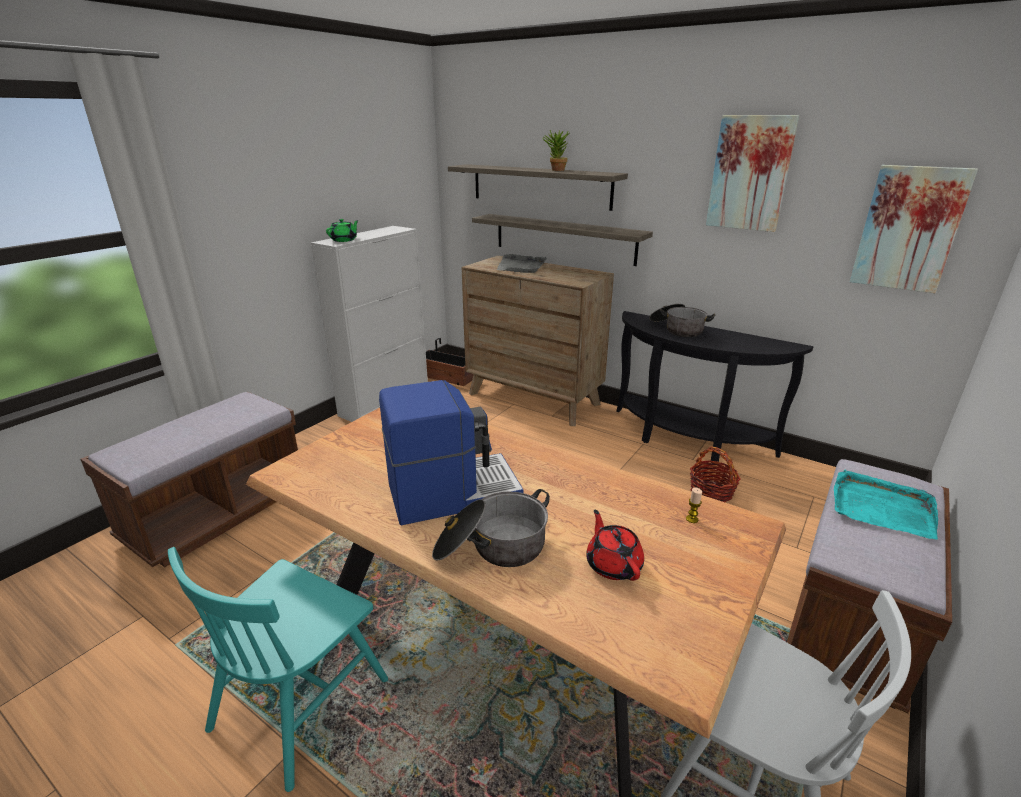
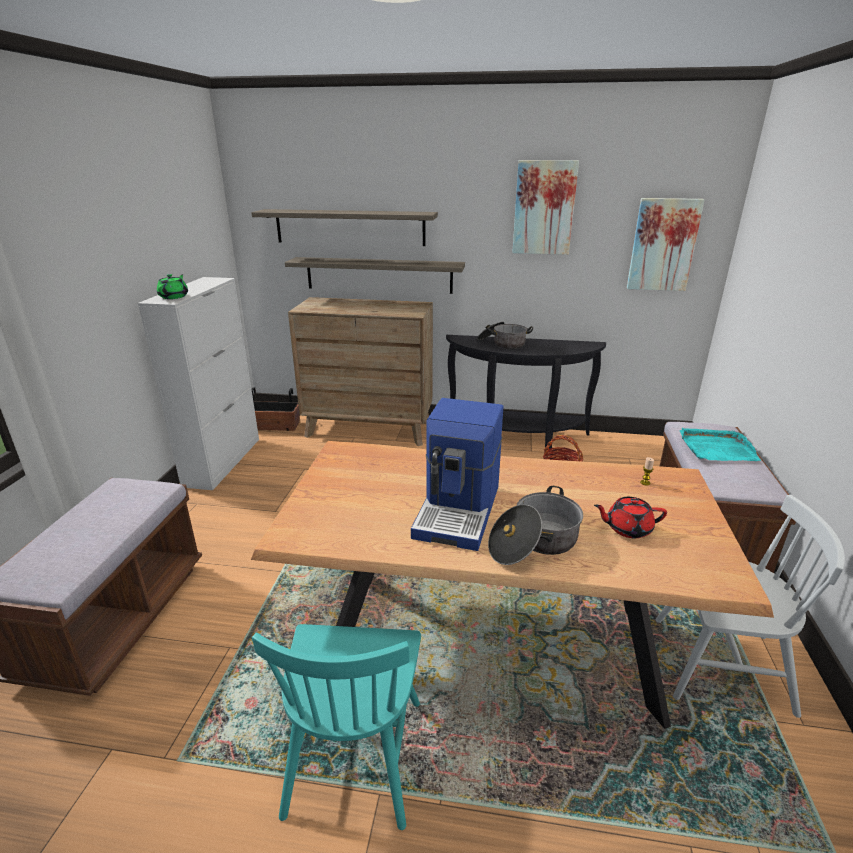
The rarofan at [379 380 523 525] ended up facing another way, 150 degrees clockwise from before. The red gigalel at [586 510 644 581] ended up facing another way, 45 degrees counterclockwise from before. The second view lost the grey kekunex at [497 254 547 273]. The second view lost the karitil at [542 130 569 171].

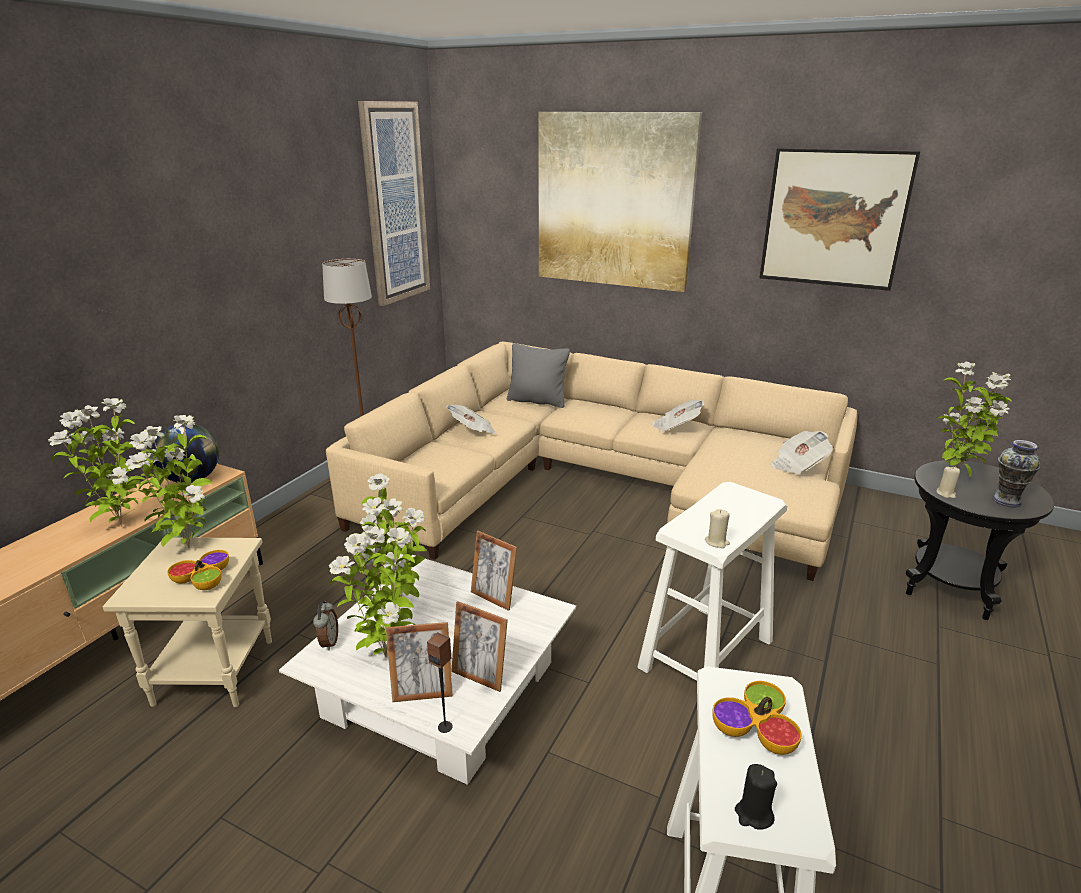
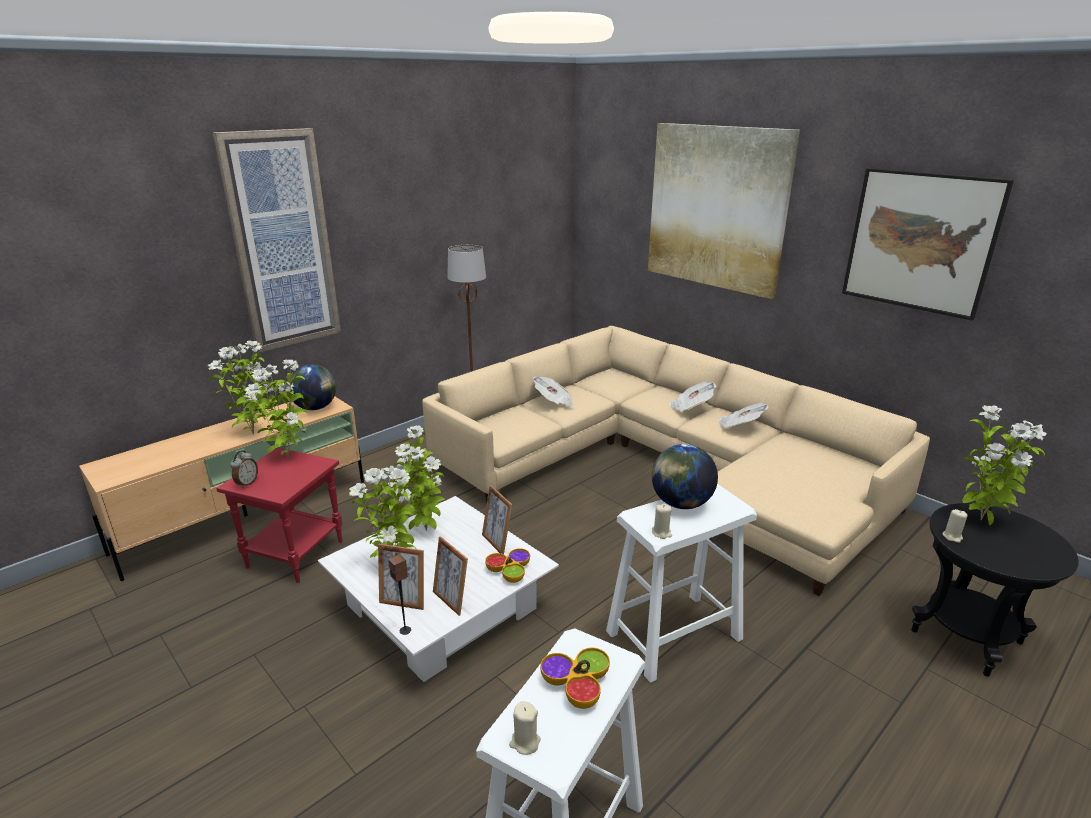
The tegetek ended up elsewhere, having gone from [358 101 430 306] to [213 128 341 353]. What was the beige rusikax at [103 537 272 708] turned into the red rusikax at [216 448 343 583]. The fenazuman ended up elsewhere, having gone from [313 601 338 651] to [230 450 258 488]. The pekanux ended up elsewhere, having gone from [167 550 229 590] to [485 548 530 583]. What was the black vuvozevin at [735 764 777 830] turned into the beige vuvozevin at [509 701 541 755]. The second view gained the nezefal at [652 444 718 509]. The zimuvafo ended up elsewhere, having gone from [770 431 833 474] to [668 382 717 412]. The second view lost the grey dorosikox at [507 343 570 408]. The second view lost the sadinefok at [992 440 1040 508].

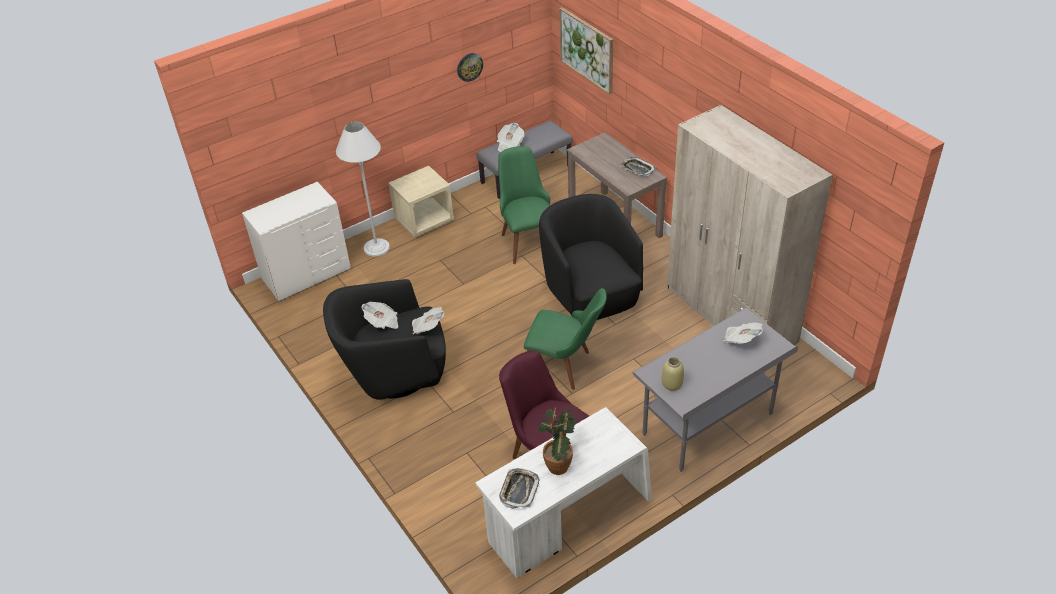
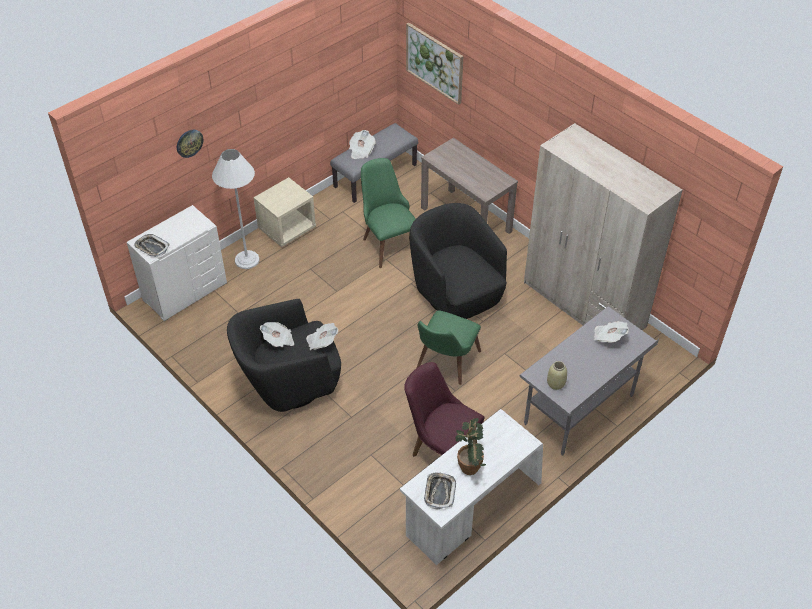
The kekunex ended up elsewhere, having gone from [620 157 655 177] to [134 234 170 257]. The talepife ended up elsewhere, having gone from [457 53 483 82] to [177 130 203 158]. The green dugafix at [524 288 607 390] ended up facing another way, 105 degrees clockwise from before.

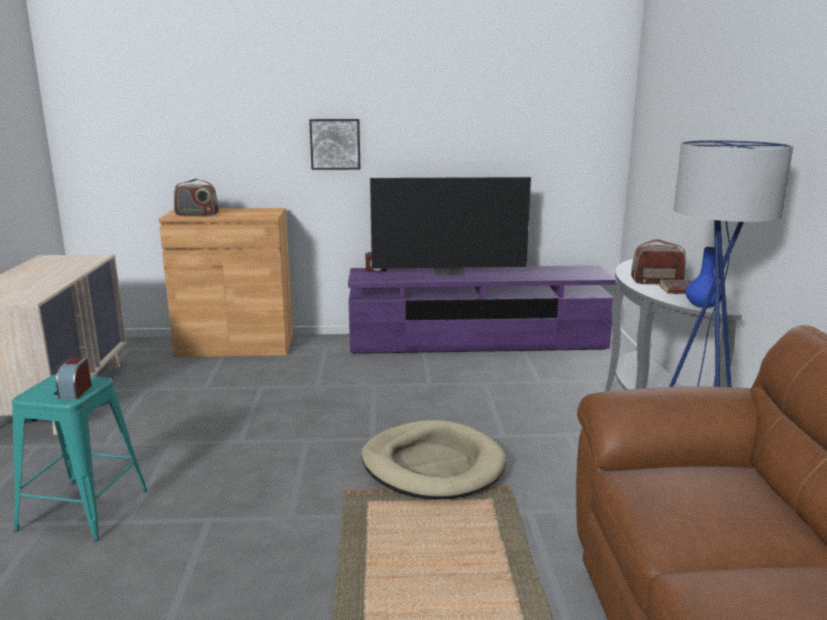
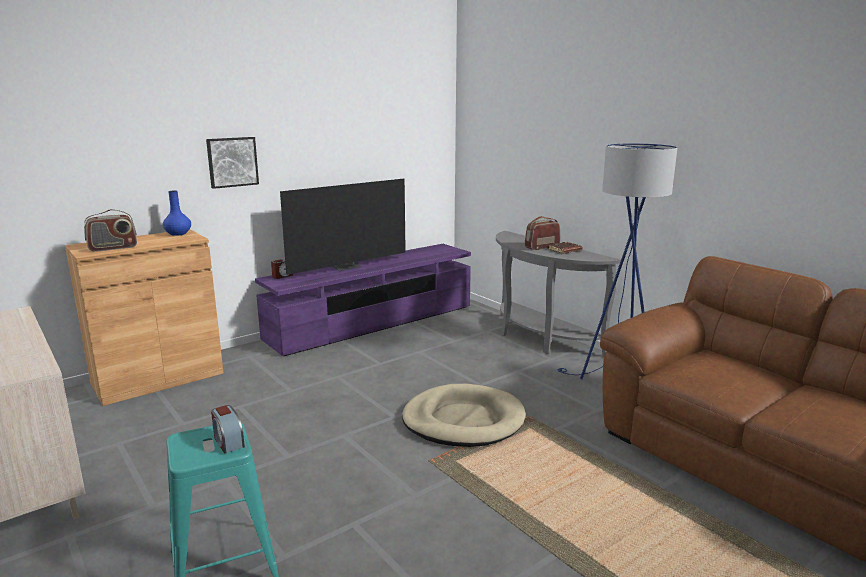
The blue sadinefok ended up elsewhere, having gone from [685 247 721 308] to [163 190 191 236].

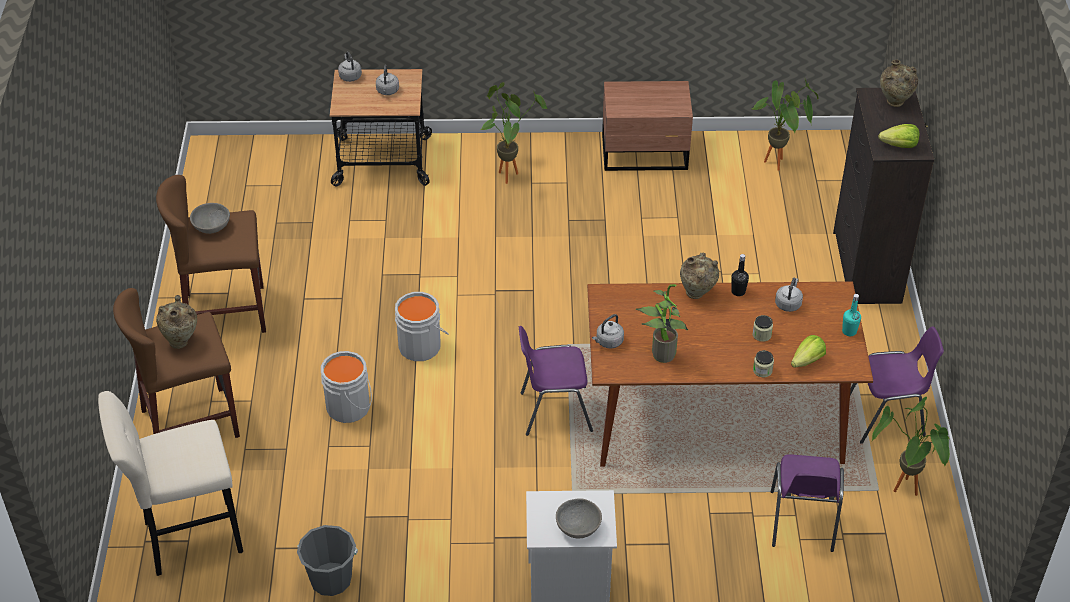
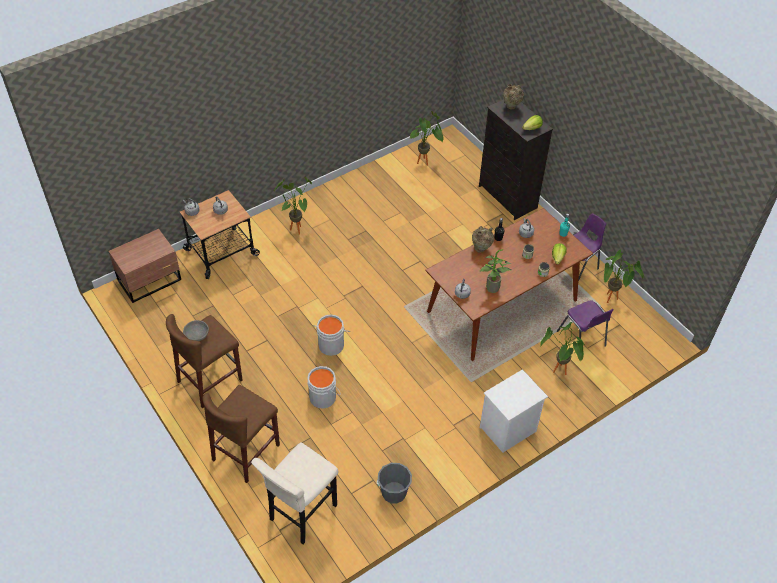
The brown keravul ended up elsewhere, having gone from [602 81 693 171] to [108 229 181 303]. The second view gained the karitil at [540 322 584 375]. The second view lost the beige sadinefok at [156 295 197 349]. The second view lost the purple dugafix at [519 326 593 436]. The second view lost the grey pekanux at [556 498 602 539].

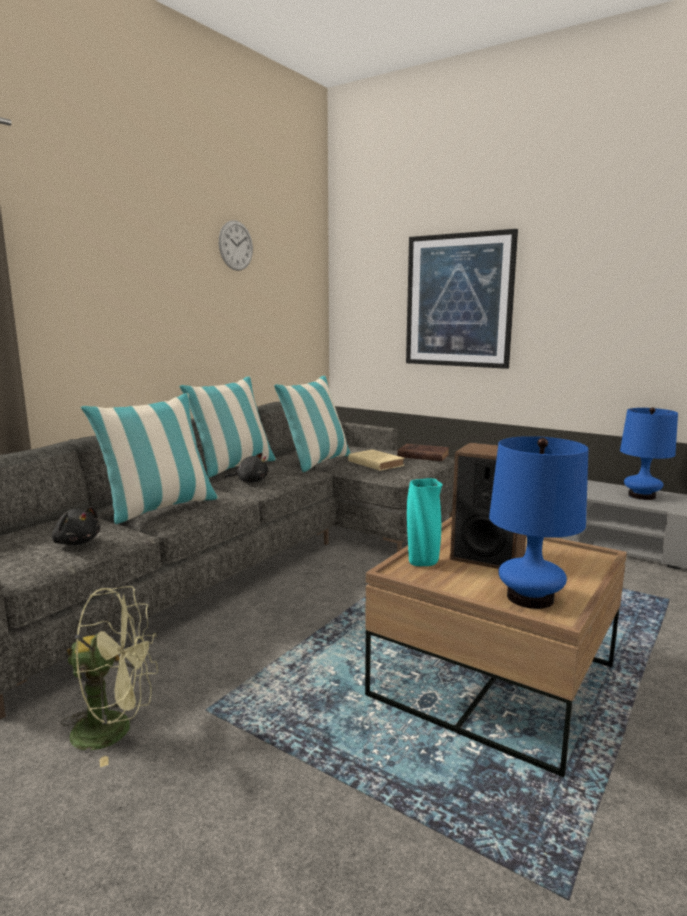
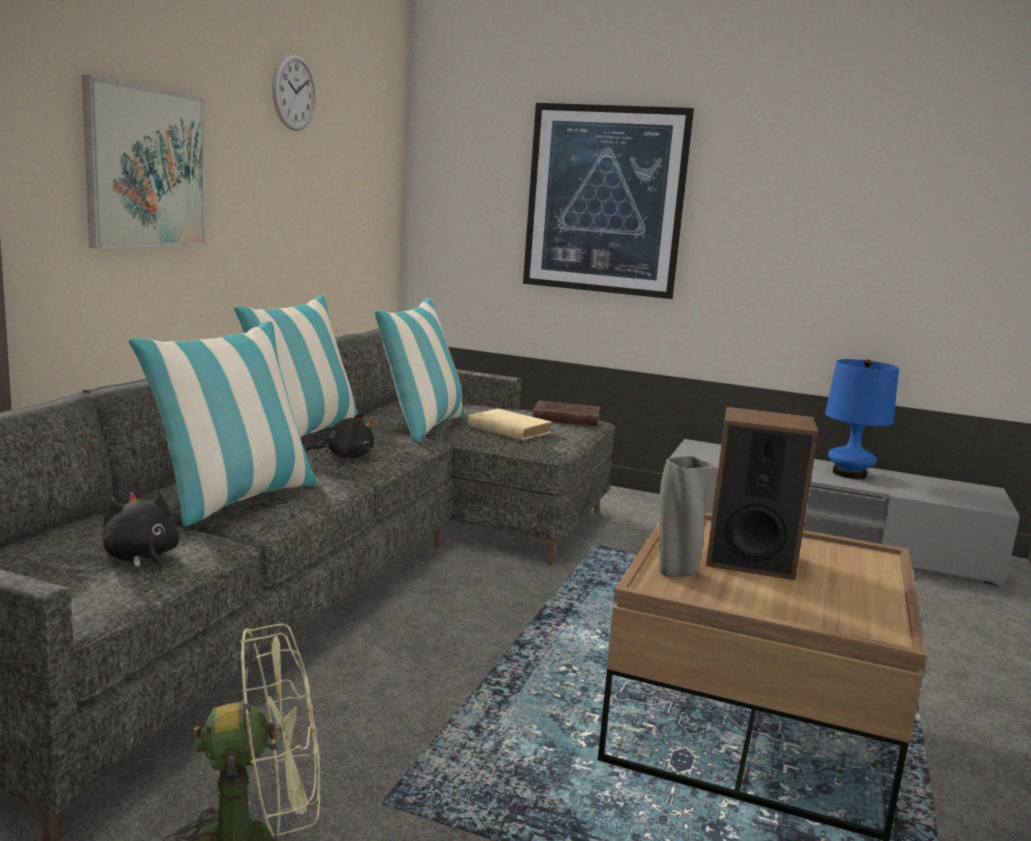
The second view gained the tegetek at [82 75 206 248]. The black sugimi at [52 506 100 545] ended up facing another way, 150 degrees counterclockwise from before. What was the turquoise sadinefok at [407 478 443 566] turned into the grey sadinefok at [659 456 713 577]. The second view lost the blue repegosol at [489 436 588 609].

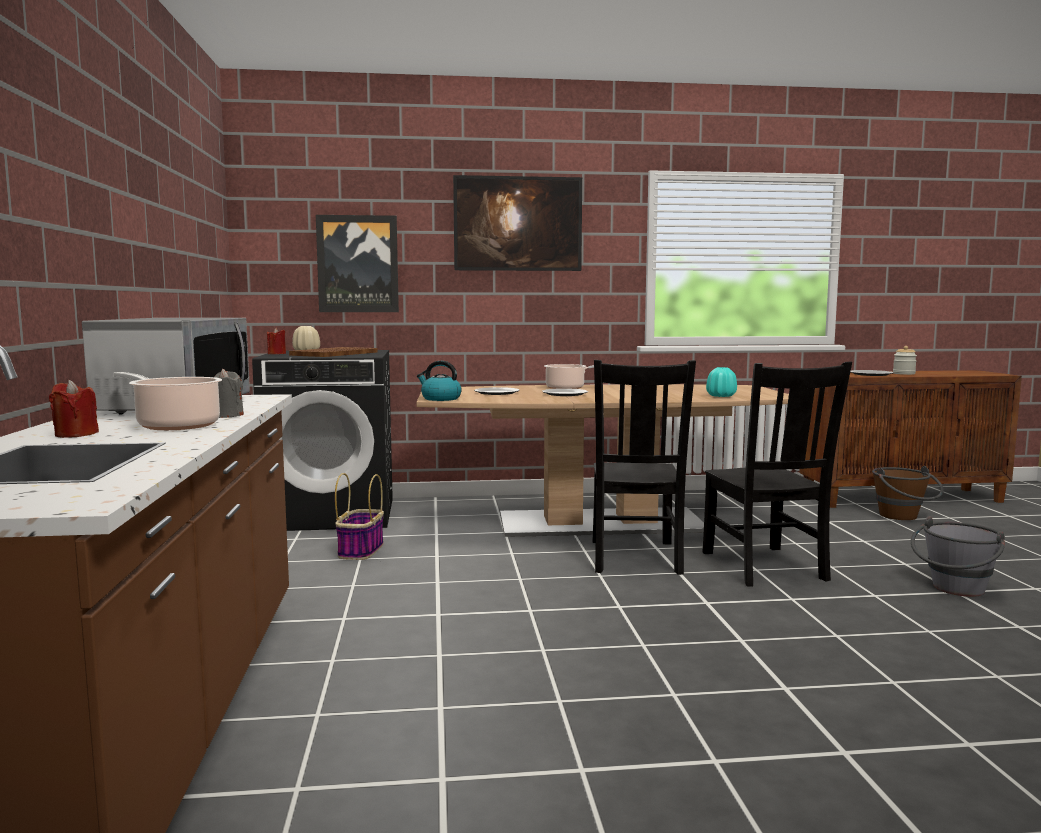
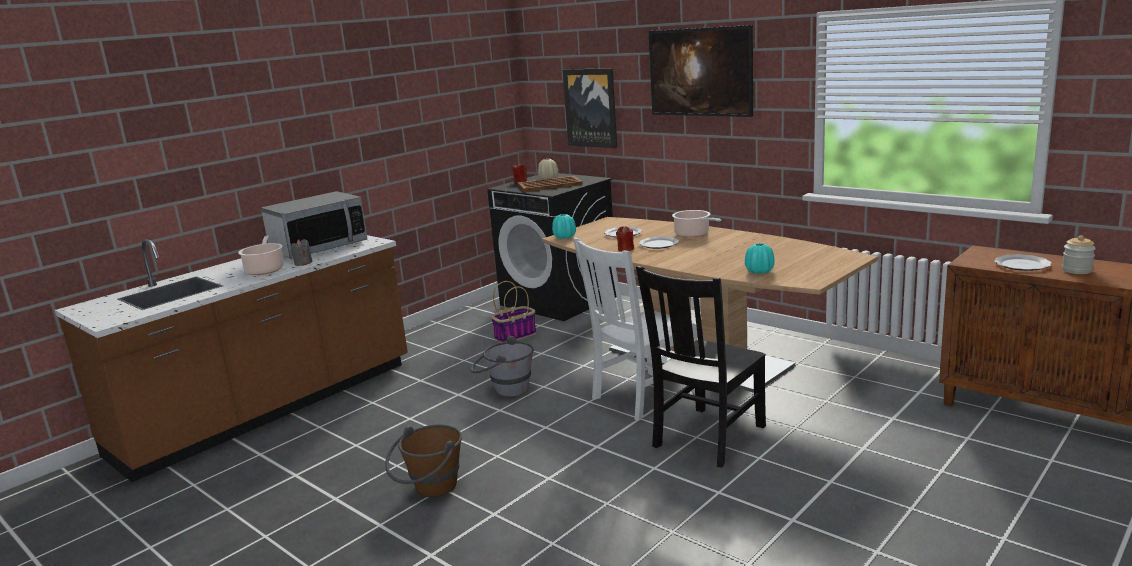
The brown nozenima ended up elsewhere, having gone from [872 466 944 520] to [385 424 462 497]. The grey nozenima ended up elsewhere, having gone from [911 516 1005 597] to [470 336 534 397]. Where the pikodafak stood at [417 361 462 401], the turquoise sadinefok came to stand at [552 214 576 239]. What was the black dugafix at [592 360 696 575] turned into the white dugafix at [573 237 697 421]. The red vuvozevin ended up elsewhere, having gone from [49 380 99 438] to [616 226 634 251].

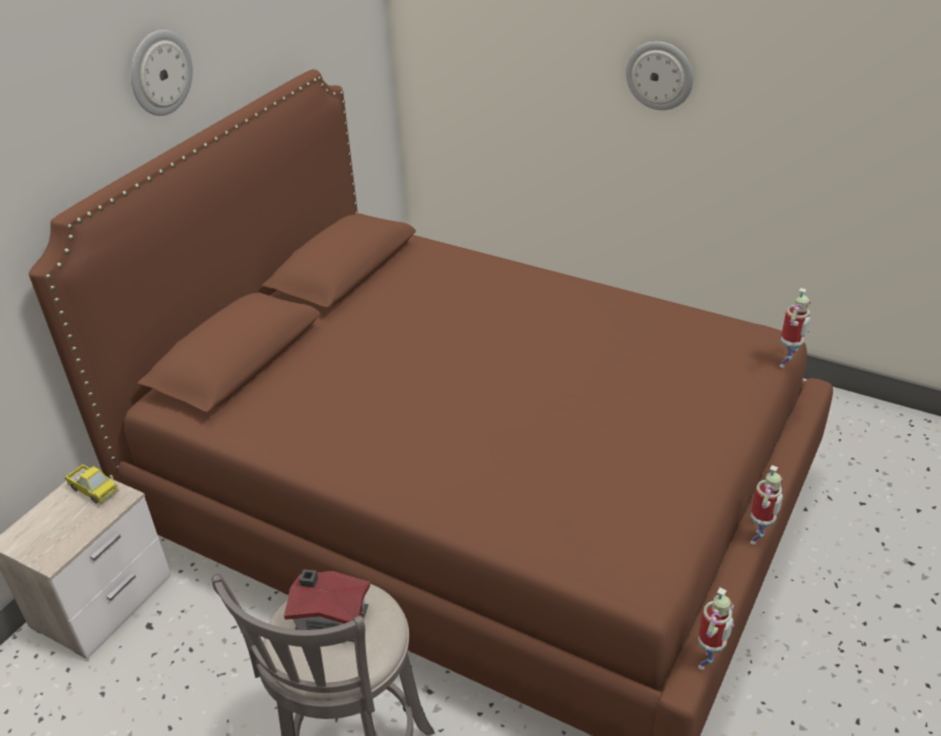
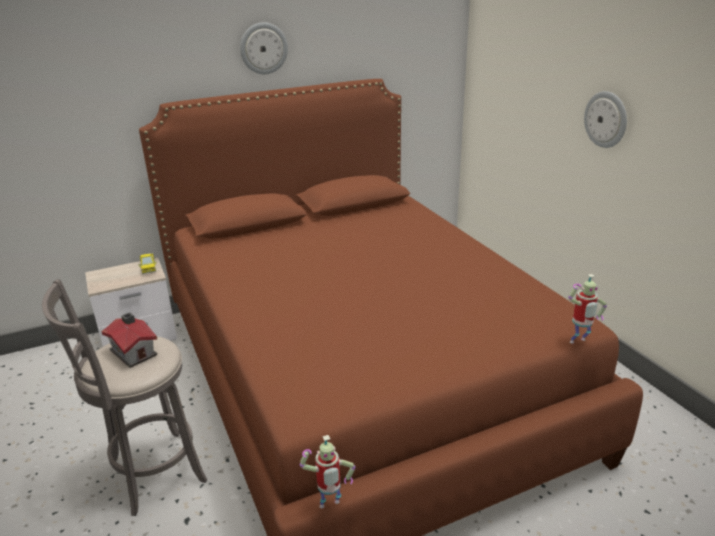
The second view lost the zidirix at [750 465 783 545].

